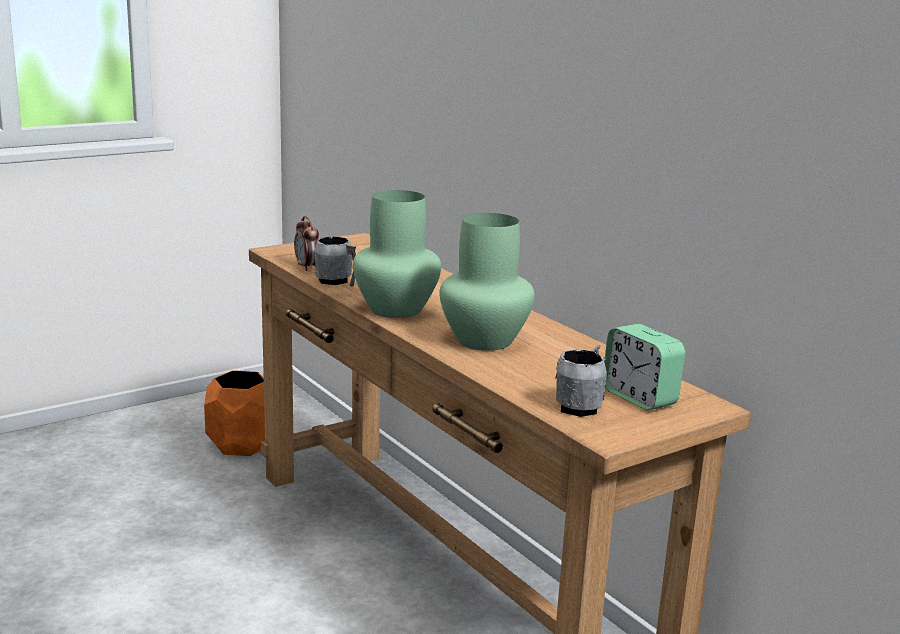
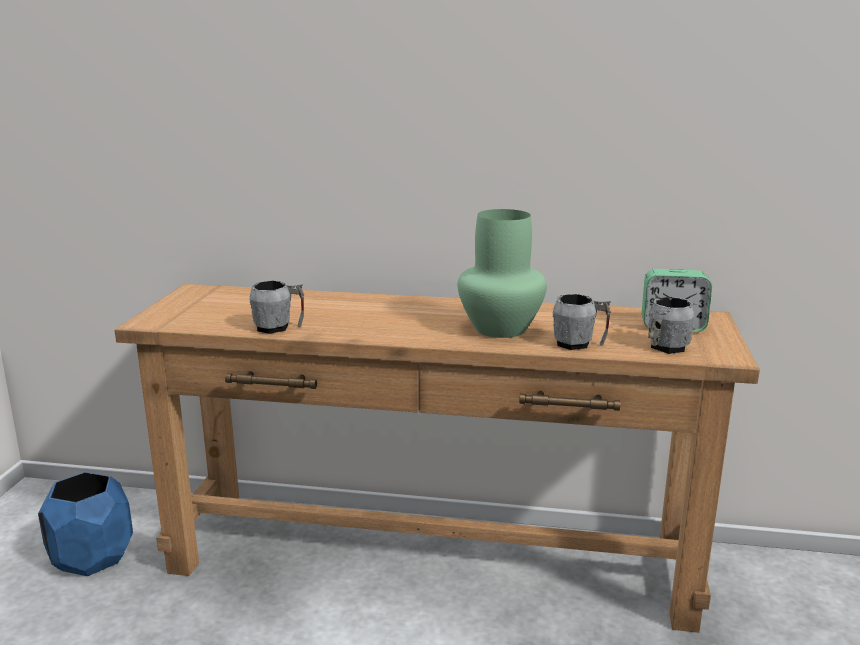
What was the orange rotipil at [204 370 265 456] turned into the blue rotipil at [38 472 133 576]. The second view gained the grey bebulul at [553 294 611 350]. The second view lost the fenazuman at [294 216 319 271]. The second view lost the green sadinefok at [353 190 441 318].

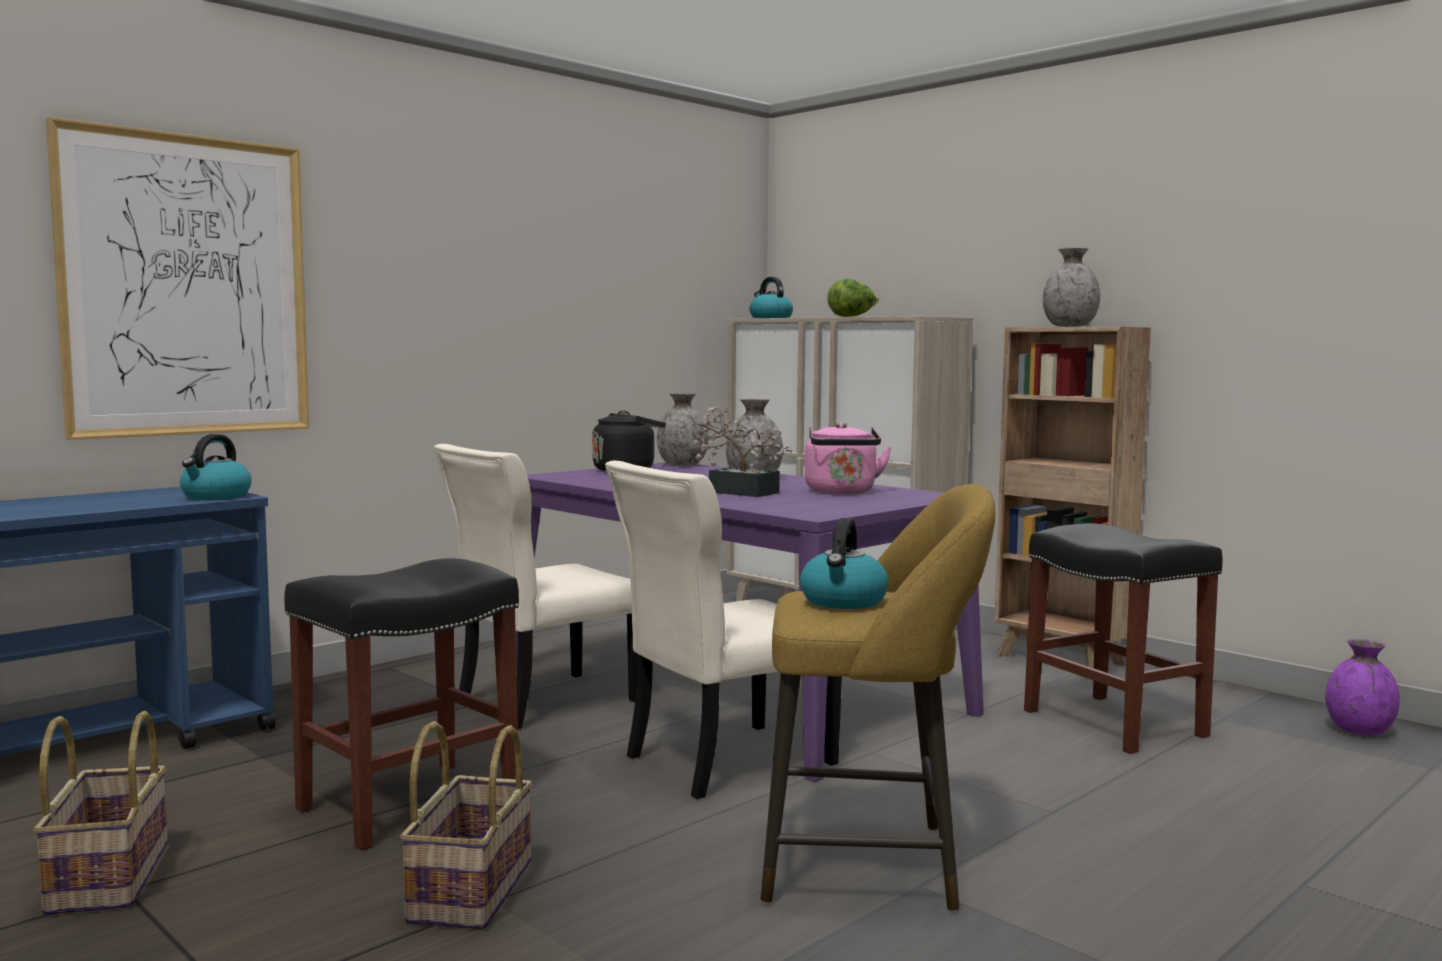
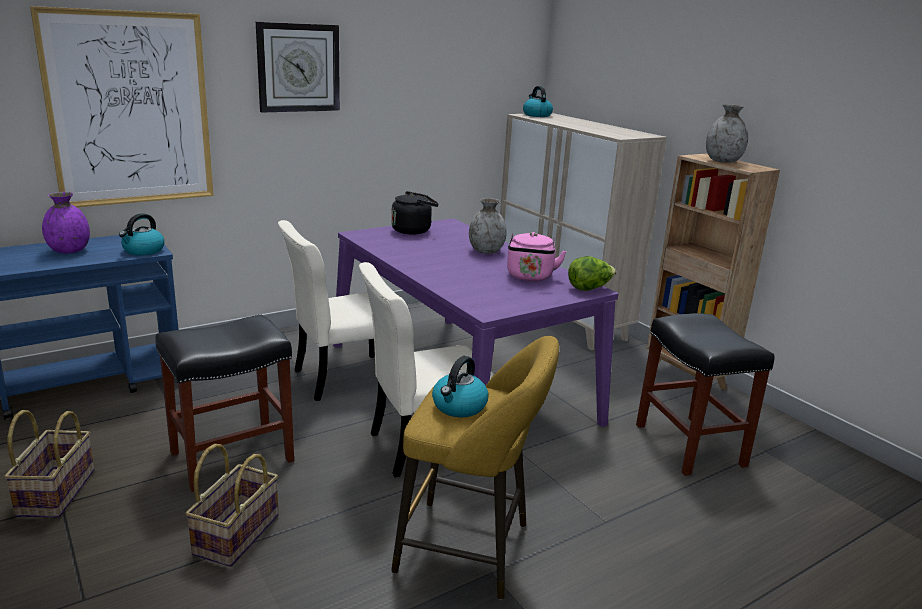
The purple sadinefok ended up elsewhere, having gone from [1325 639 1400 735] to [42 192 90 253]. The second view gained the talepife at [256 22 340 112]. The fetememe ended up elsewhere, having gone from [827 278 879 317] to [568 256 616 291]. The second view lost the grey sadinefok at [657 393 708 466]. The second view lost the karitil at [690 406 792 497].

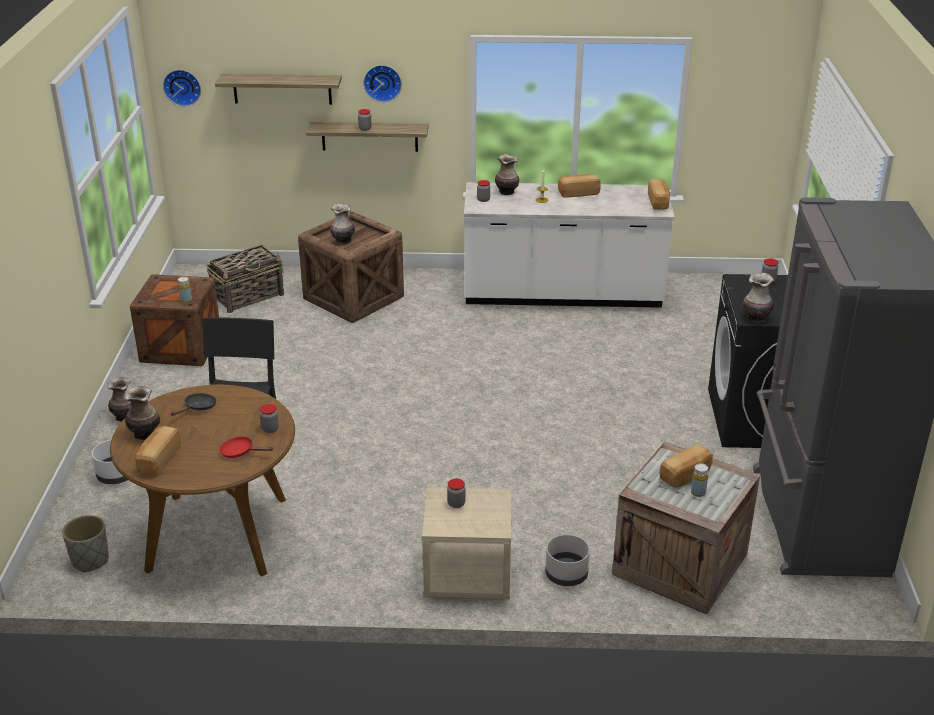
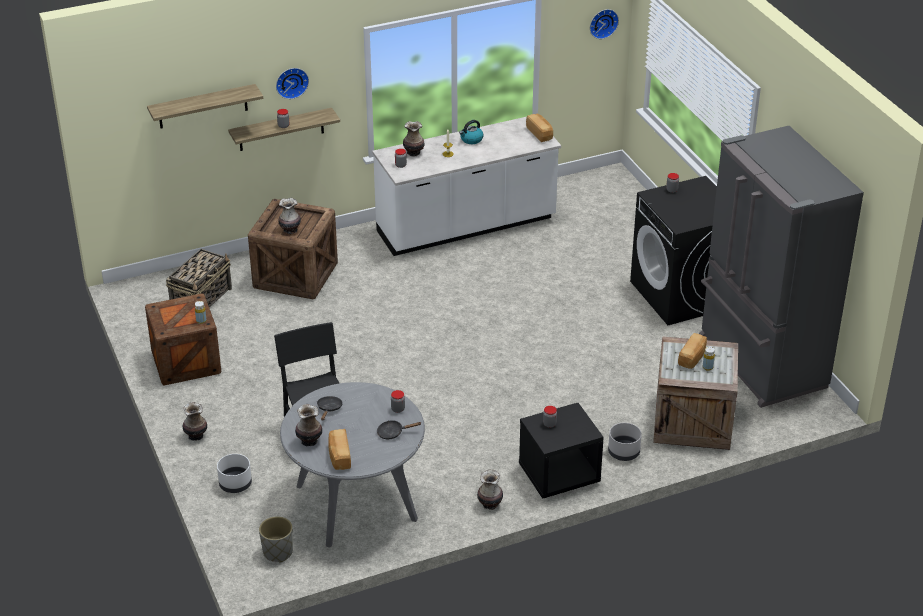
What was the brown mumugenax at [110 385 295 576] turned into the grey mumugenax at [280 382 425 547]. What was the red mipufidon at [219 436 273 458] turned into the black mipufidon at [377 420 421 439]. Where the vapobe stood at [558 174 601 198], the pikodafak came to stand at [459 120 483 144]. The sadinefok ended up elsewhere, having gone from [742 273 774 323] to [477 469 503 510]. What was the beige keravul at [422 487 511 600] turned into the black keravul at [519 403 604 499]. The talepife ended up elsewhere, having gone from [163 70 201 106] to [590 9 619 39].

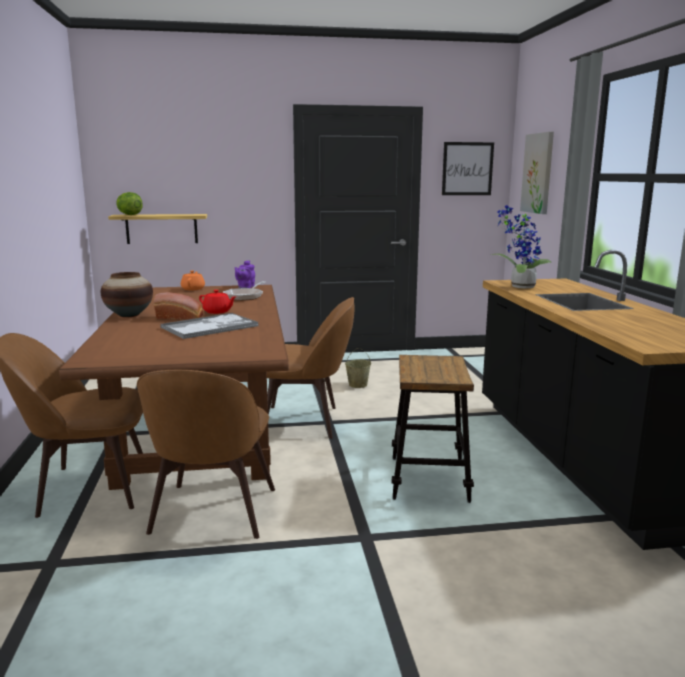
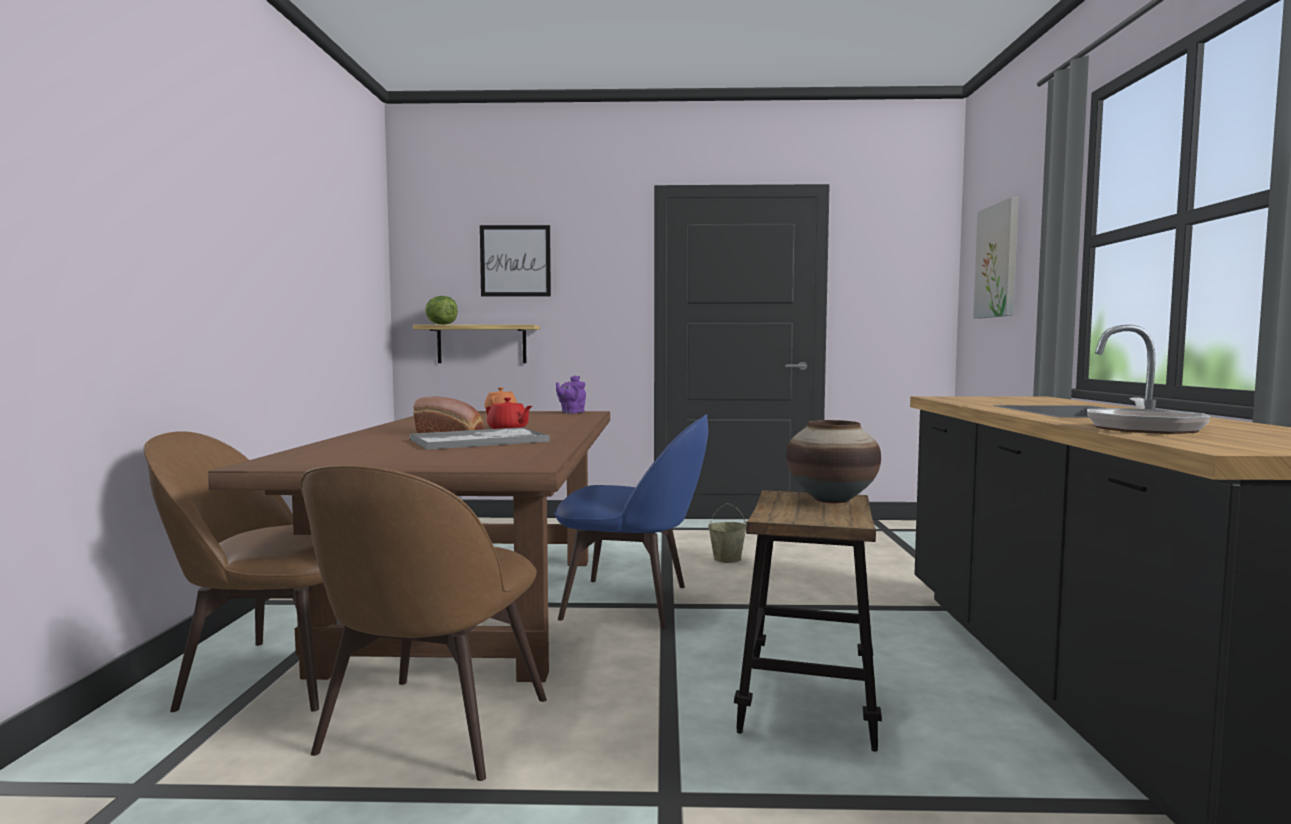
The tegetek ended up elsewhere, having gone from [442 142 494 195] to [480 225 551 296]. What was the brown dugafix at [267 297 354 439] turned into the blue dugafix at [554 415 708 629]. The sadinefok ended up elsewhere, having gone from [101 272 153 318] to [786 420 881 504]. The mipufidon ended up elsewhere, having gone from [223 281 265 301] to [1087 397 1210 434]. The second view lost the karitil at [491 205 551 289].

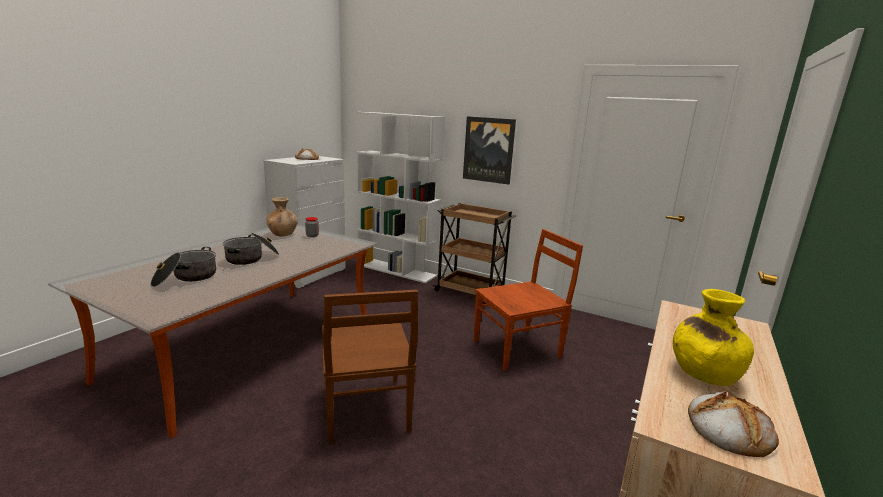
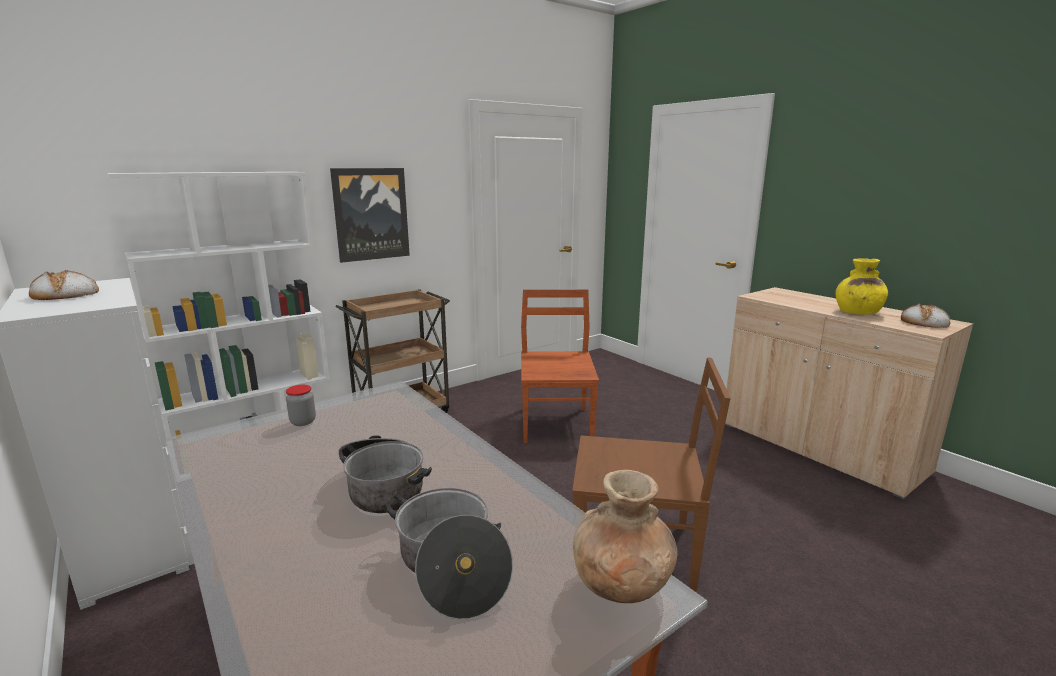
The brown sadinefok ended up elsewhere, having gone from [266 197 298 236] to [573 470 678 603].

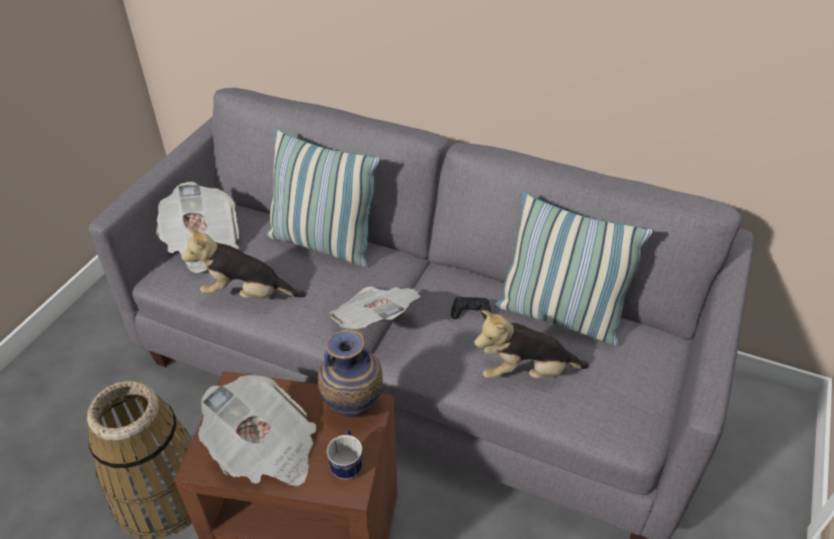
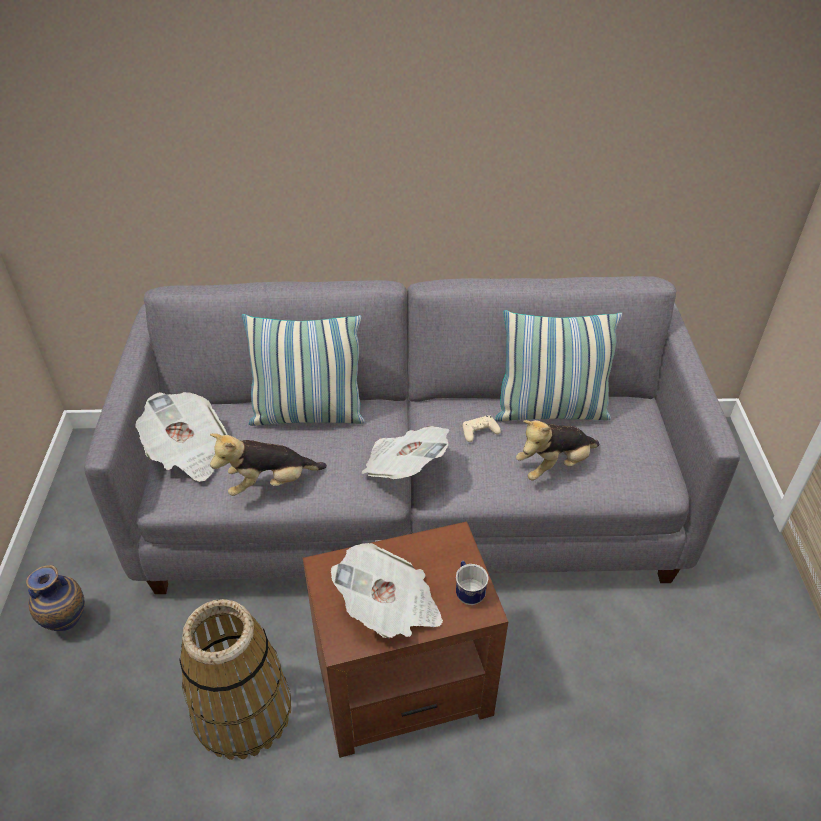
The sadinefok ended up elsewhere, having gone from [318 330 383 418] to [26 565 85 631]. What was the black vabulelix at [451 297 492 320] turned into the beige vabulelix at [463 415 501 442].

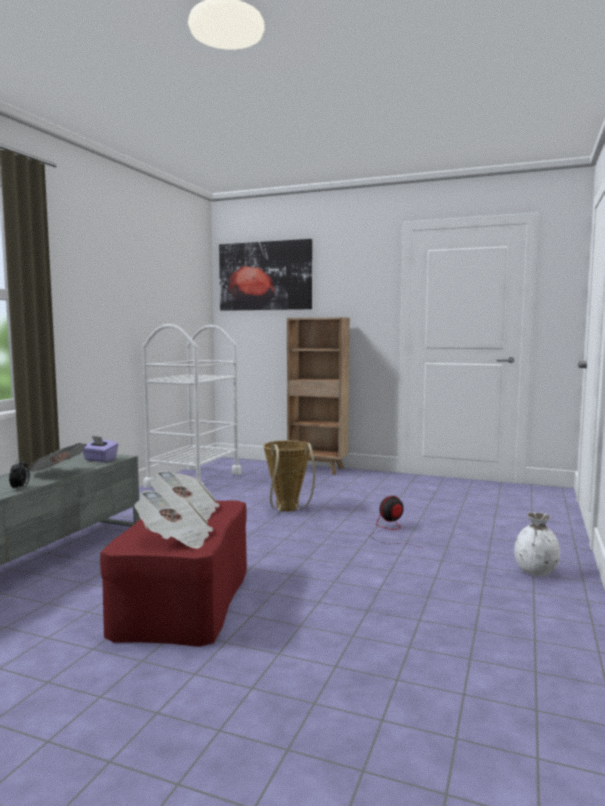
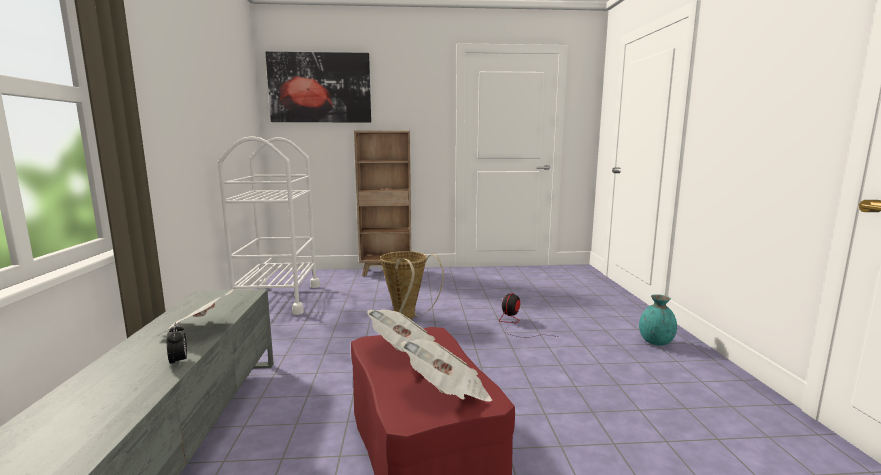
What was the white sadinefok at [514 512 560 576] turned into the turquoise sadinefok at [639 294 677 346]. The second view lost the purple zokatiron at [82 436 118 462].

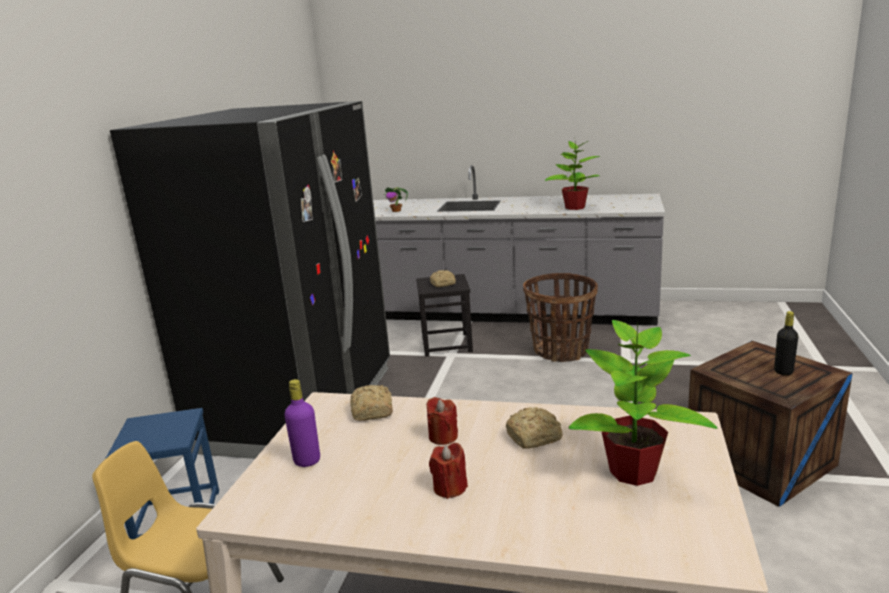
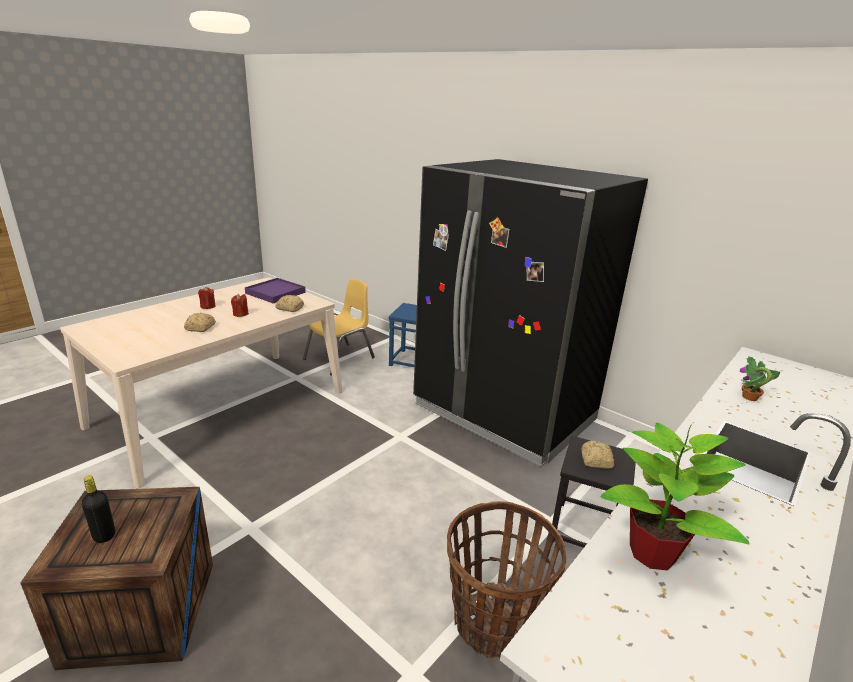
Where the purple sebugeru stood at [284 379 320 467], the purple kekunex came to stand at [245 278 306 303]. The second view lost the karitil at [569 320 718 486].

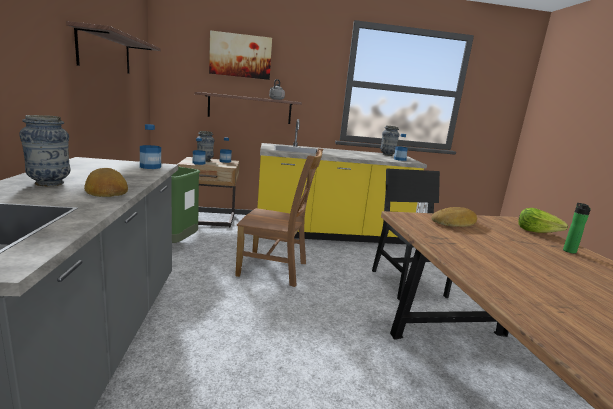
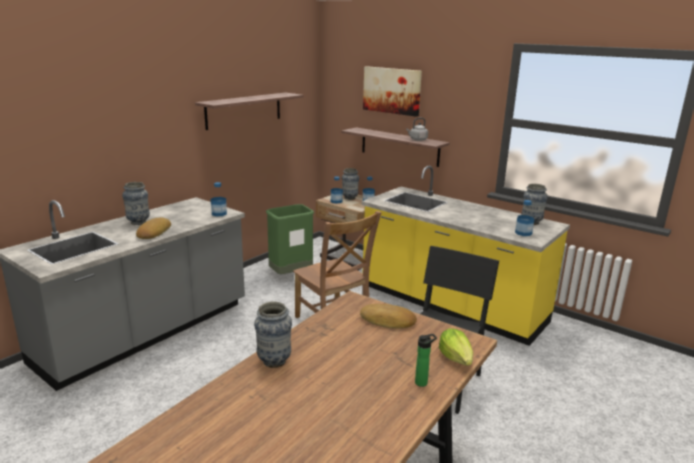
The second view gained the sadinefok at [254 301 292 368].

